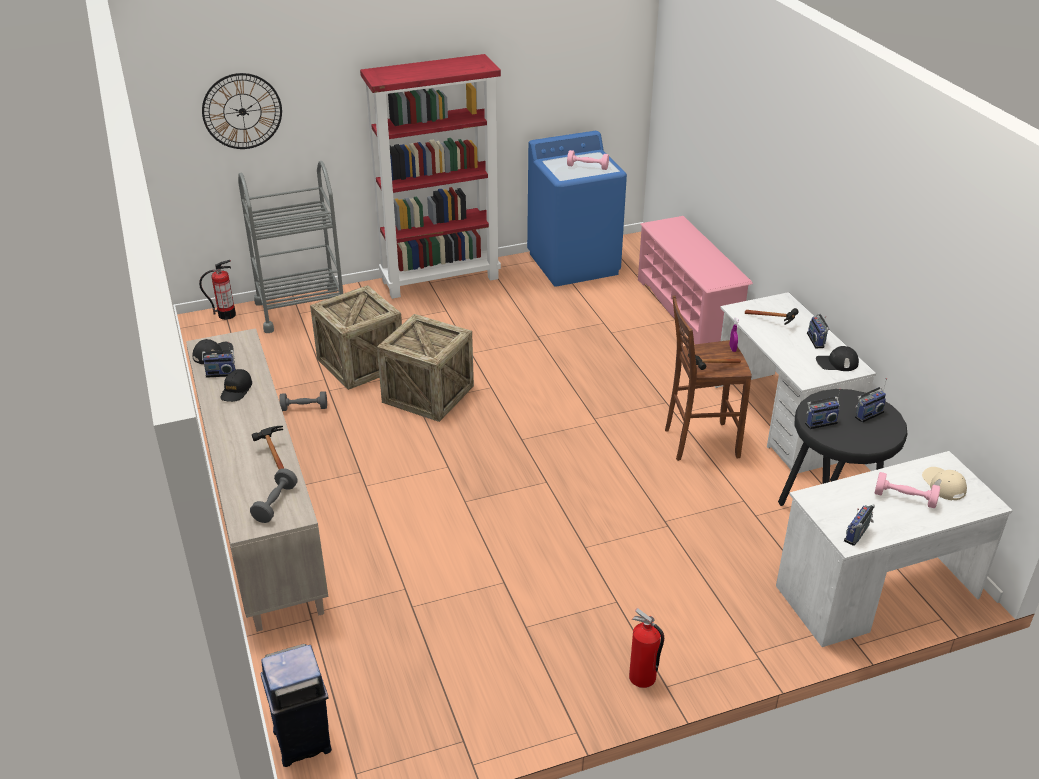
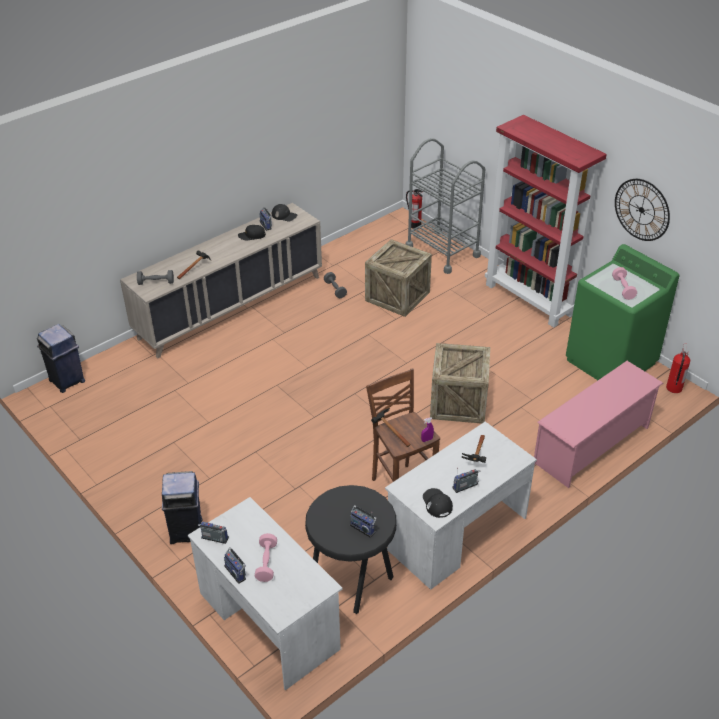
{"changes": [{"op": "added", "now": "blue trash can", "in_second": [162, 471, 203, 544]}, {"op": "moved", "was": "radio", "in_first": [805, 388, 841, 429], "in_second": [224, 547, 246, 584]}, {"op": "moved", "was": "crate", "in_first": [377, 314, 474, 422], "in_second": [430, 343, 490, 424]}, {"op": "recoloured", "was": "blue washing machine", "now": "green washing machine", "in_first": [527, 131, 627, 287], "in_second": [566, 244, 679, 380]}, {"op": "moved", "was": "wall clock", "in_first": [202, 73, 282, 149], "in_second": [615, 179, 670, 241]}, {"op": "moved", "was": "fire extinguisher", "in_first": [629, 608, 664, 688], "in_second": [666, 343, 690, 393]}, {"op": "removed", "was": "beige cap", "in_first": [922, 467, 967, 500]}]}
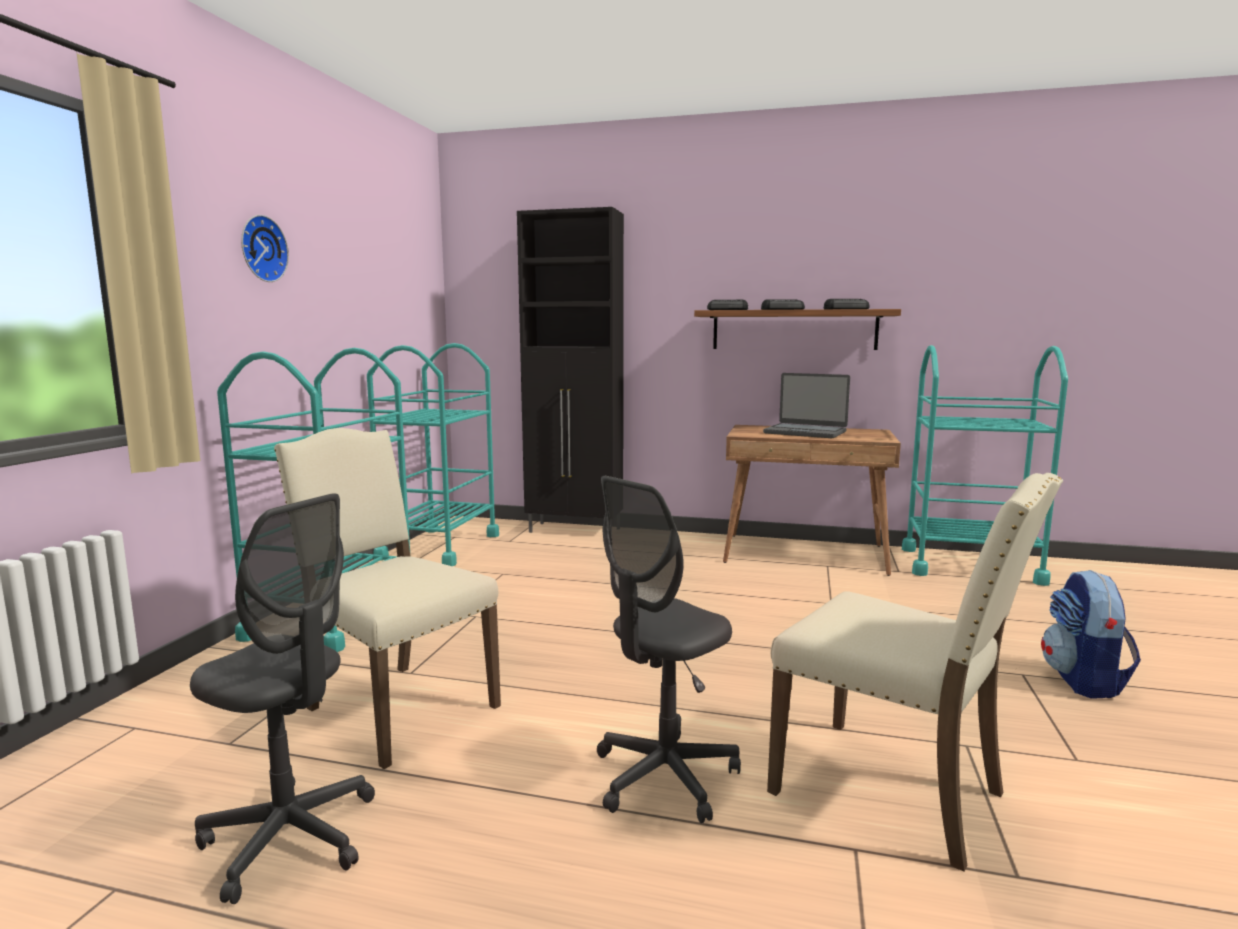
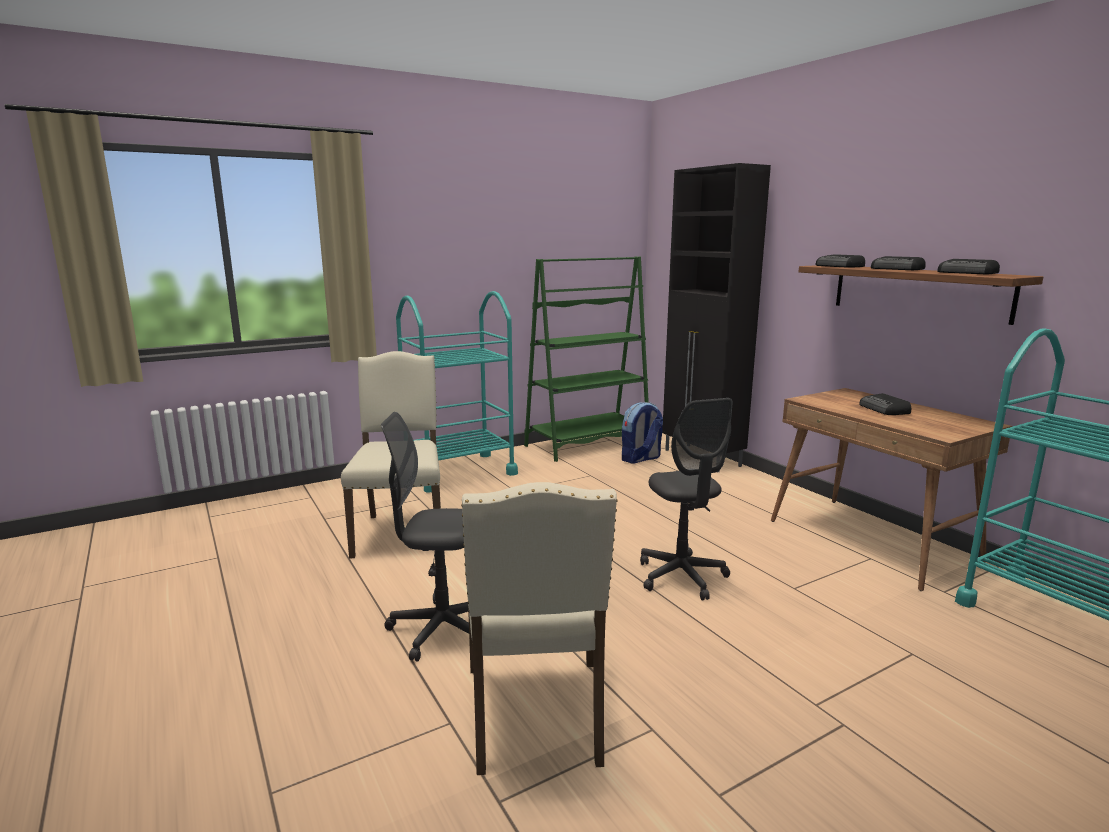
{"changes": [{"op": "replaced", "was": "turquoise cart", "now": "green bookcase", "in_first": [367, 343, 499, 566], "in_second": [524, 257, 649, 462]}, {"op": "moved", "was": "backpack", "in_first": [1041, 570, 1141, 698], "in_second": [622, 402, 663, 464]}, {"op": "moved", "was": "grey office chair", "in_first": [190, 493, 375, 904], "in_second": [640, 398, 733, 601]}, {"op": "replaced", "was": "laptop", "now": "radio", "in_first": [763, 373, 850, 438], "in_second": [859, 393, 911, 415]}, {"op": "removed", "was": "wall clock", "in_first": [241, 215, 289, 282]}]}
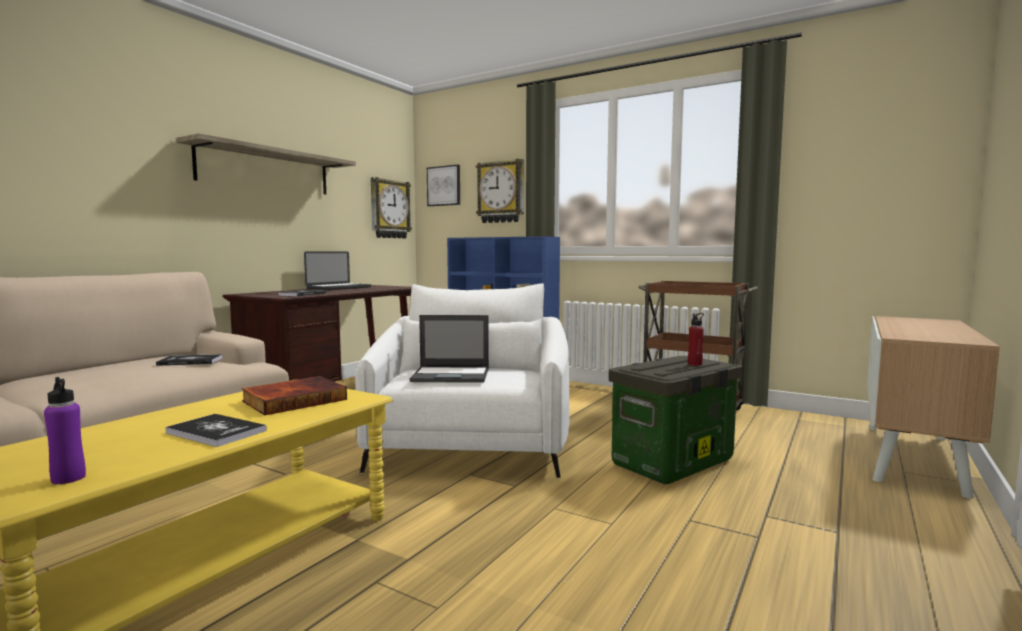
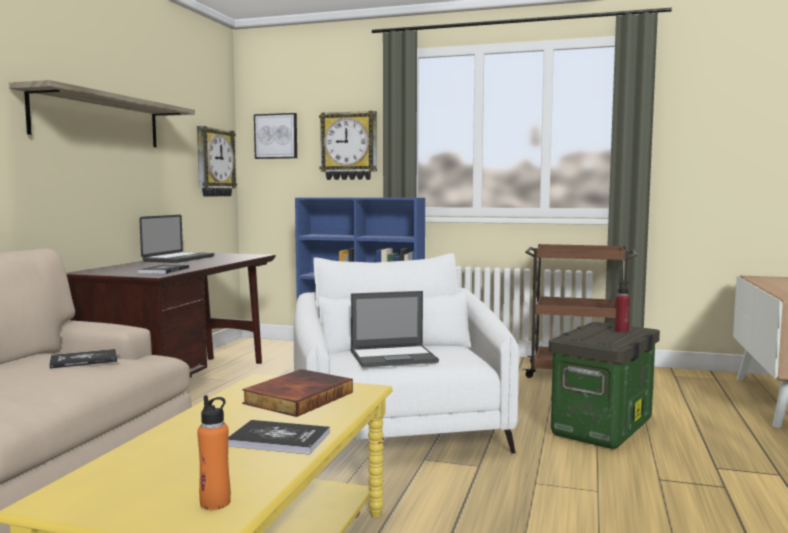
{"changes": [{"op": "recoloured", "was": "purple bottle", "now": "orange bottle", "in_first": [44, 377, 86, 484], "in_second": [197, 395, 231, 510]}]}
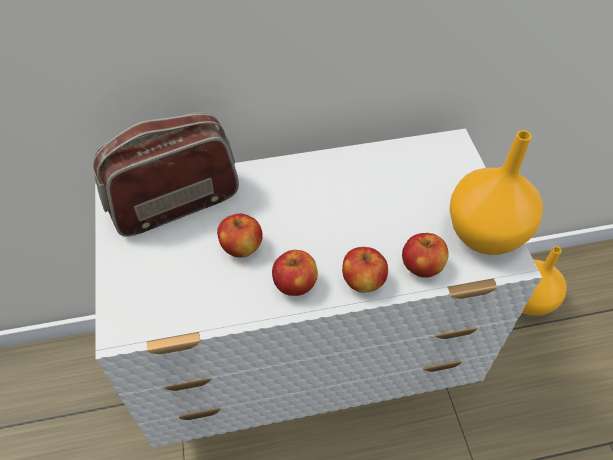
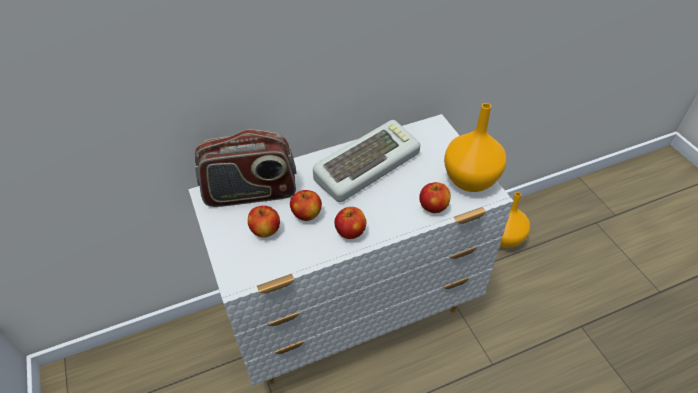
{"changes": [{"op": "turned", "was": "radio", "in_first": [93, 112, 239, 237], "in_second": [195, 129, 297, 207], "clockwise": -150}, {"op": "moved", "was": "apple", "in_first": [342, 247, 388, 293], "in_second": [248, 206, 280, 238]}, {"op": "added", "now": "keyboard", "in_second": [313, 120, 420, 202]}]}
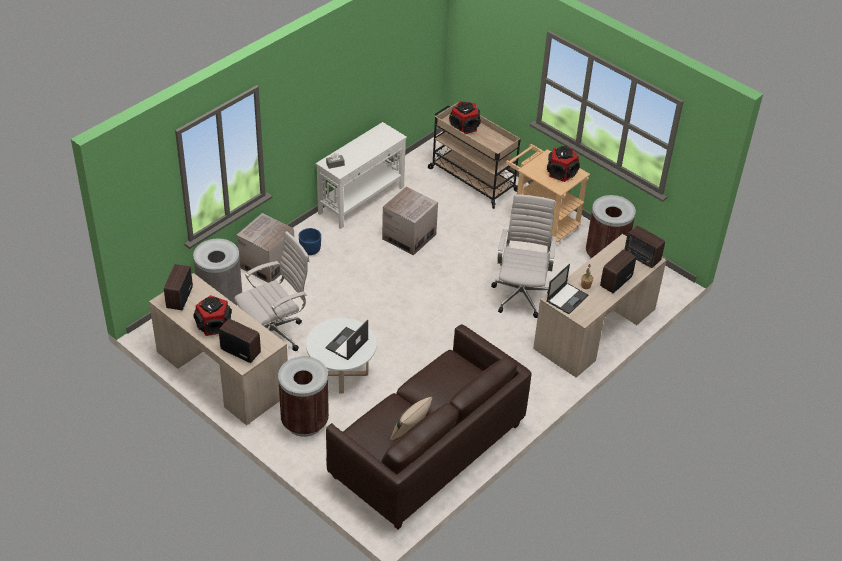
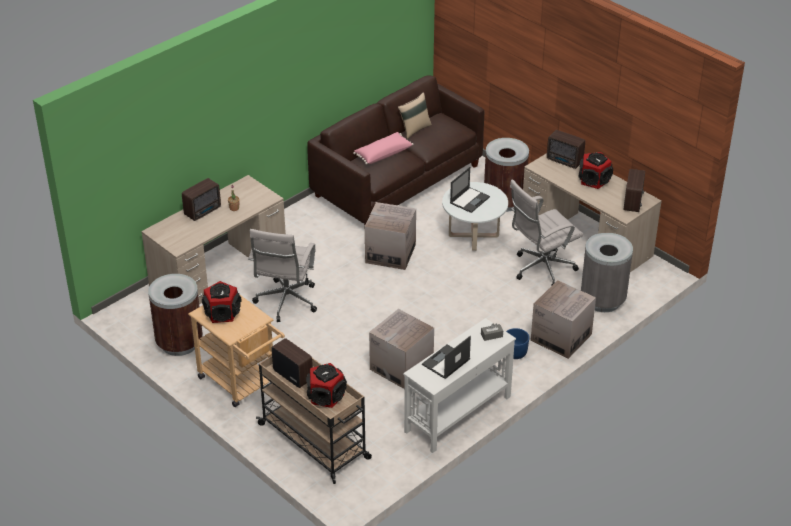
{"changes": [{"op": "moved", "was": "radio", "in_first": [624, 226, 665, 268], "in_second": [272, 338, 313, 388]}, {"op": "added", "now": "pink pillow", "in_second": [353, 132, 414, 165]}, {"op": "added", "now": "cardboard box", "in_second": [365, 202, 416, 270]}, {"op": "moved", "was": "laptop", "in_first": [546, 264, 588, 314], "in_second": [422, 336, 471, 379]}]}
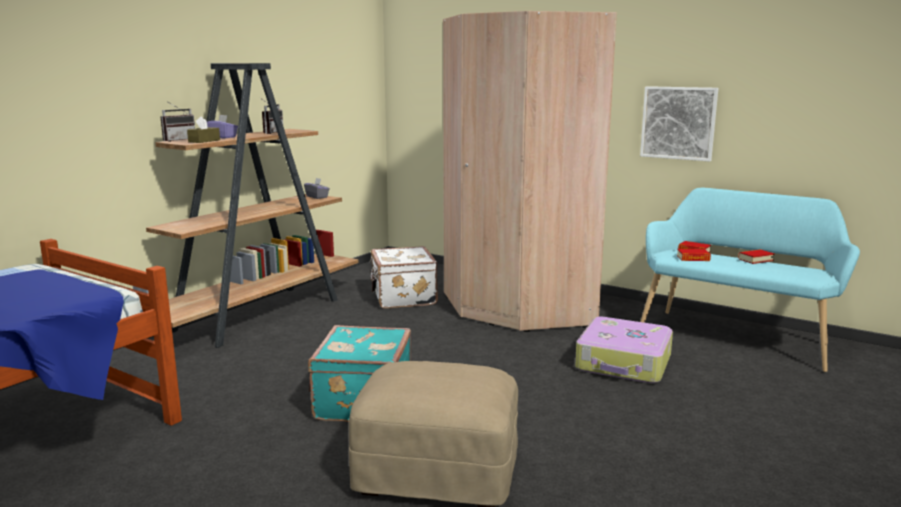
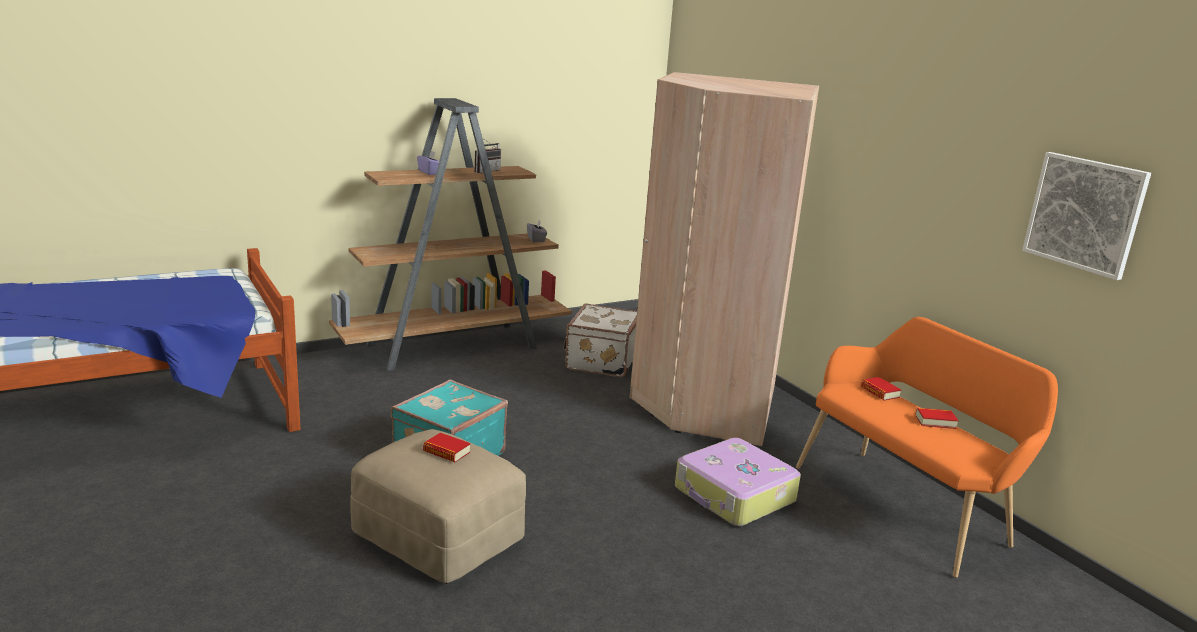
{"changes": [{"op": "moved", "was": "book", "in_first": [677, 249, 711, 261], "in_second": [423, 433, 471, 462]}, {"op": "recoloured", "was": "turquoise bench", "now": "orange bench", "in_first": [641, 188, 860, 372], "in_second": [796, 317, 1058, 578]}, {"op": "moved", "was": "picture", "in_first": [640, 86, 718, 162], "in_second": [1022, 152, 1151, 280]}, {"op": "removed", "was": "radio", "in_first": [160, 101, 195, 142]}, {"op": "removed", "was": "brown tissue box", "in_first": [187, 116, 220, 143]}]}
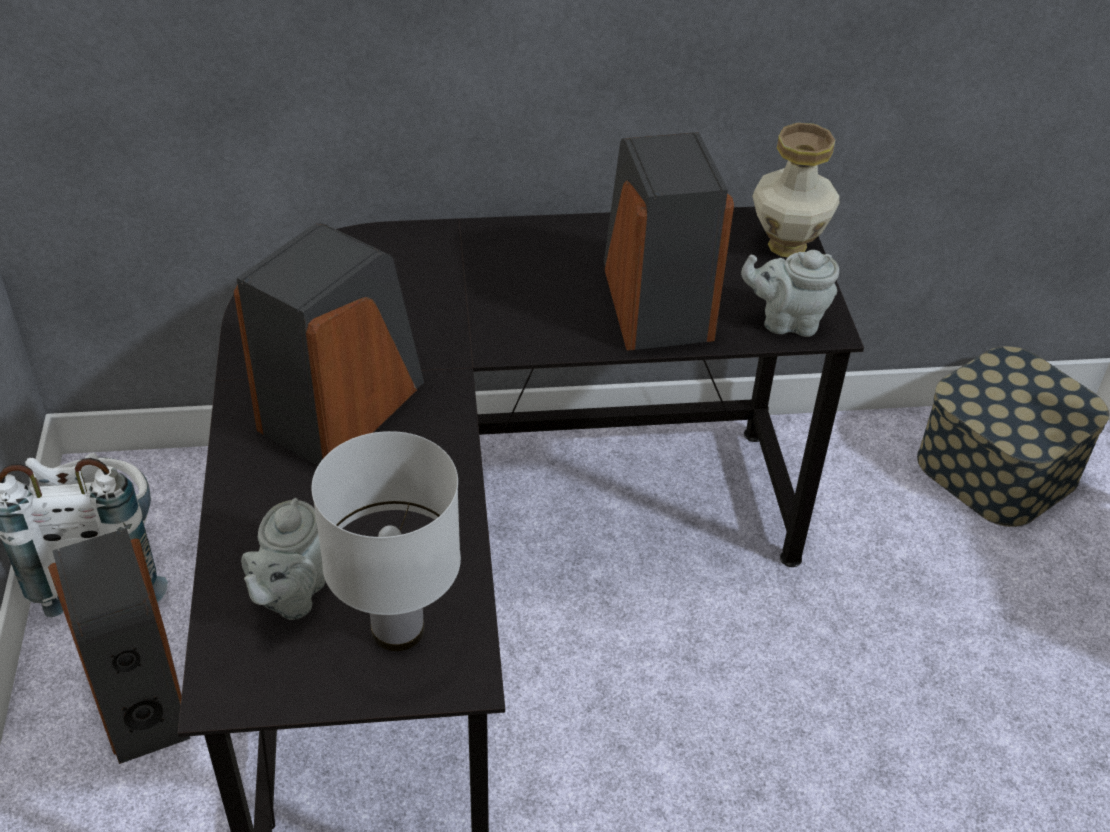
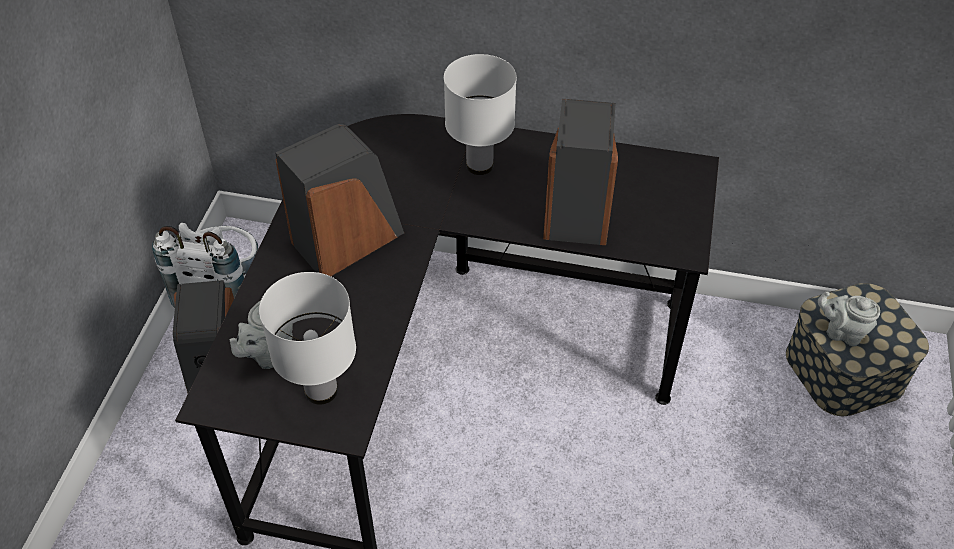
{"changes": [{"op": "added", "now": "white table lamp", "in_second": [444, 54, 517, 175]}, {"op": "moved", "was": "grey teapot", "in_first": [741, 250, 839, 337], "in_second": [818, 291, 880, 346]}, {"op": "removed", "was": "vase", "in_first": [752, 123, 839, 257]}]}
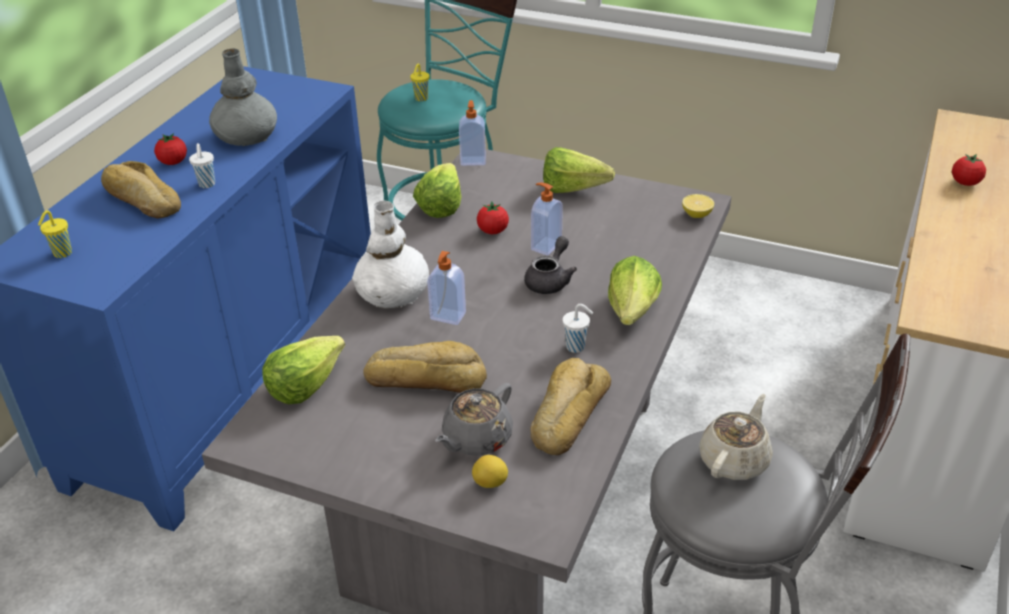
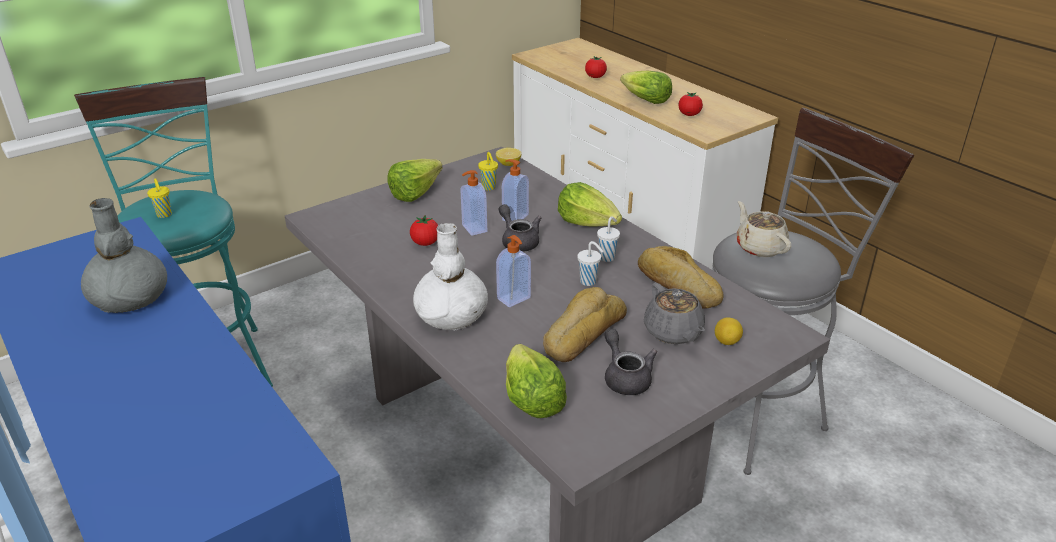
{"changes": [{"op": "moved", "was": "yellow cup", "in_first": [38, 210, 72, 258], "in_second": [478, 152, 498, 190]}, {"op": "moved", "was": "soap dispenser", "in_first": [459, 100, 486, 166], "in_second": [502, 159, 529, 221]}, {"op": "moved", "was": "white cup", "in_first": [189, 143, 215, 188], "in_second": [577, 241, 603, 286]}, {"op": "added", "now": "grey teapot", "in_second": [605, 329, 657, 395]}, {"op": "moved", "was": "lettuce", "in_first": [413, 163, 462, 218], "in_second": [620, 71, 672, 104]}, {"op": "moved", "was": "tomato", "in_first": [154, 133, 187, 165], "in_second": [679, 92, 703, 116]}, {"op": "removed", "was": "bread", "in_first": [101, 161, 181, 218]}]}
